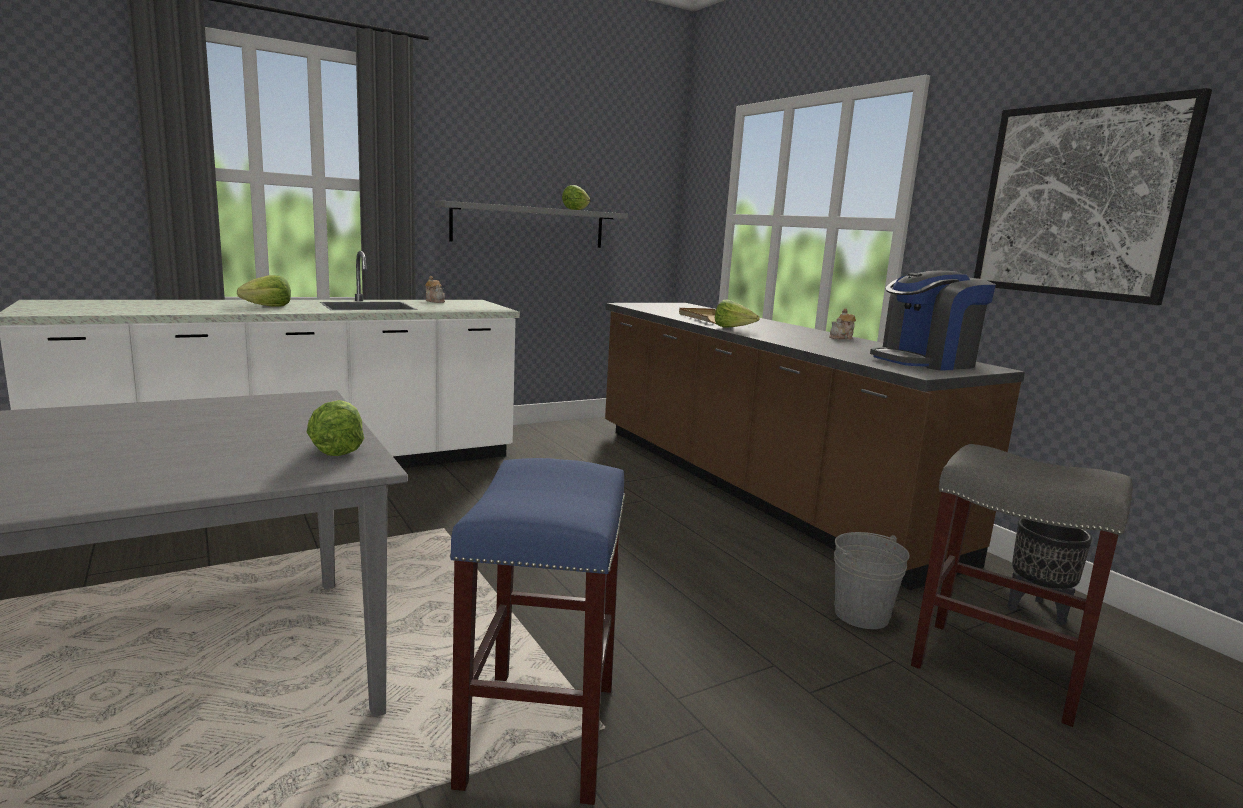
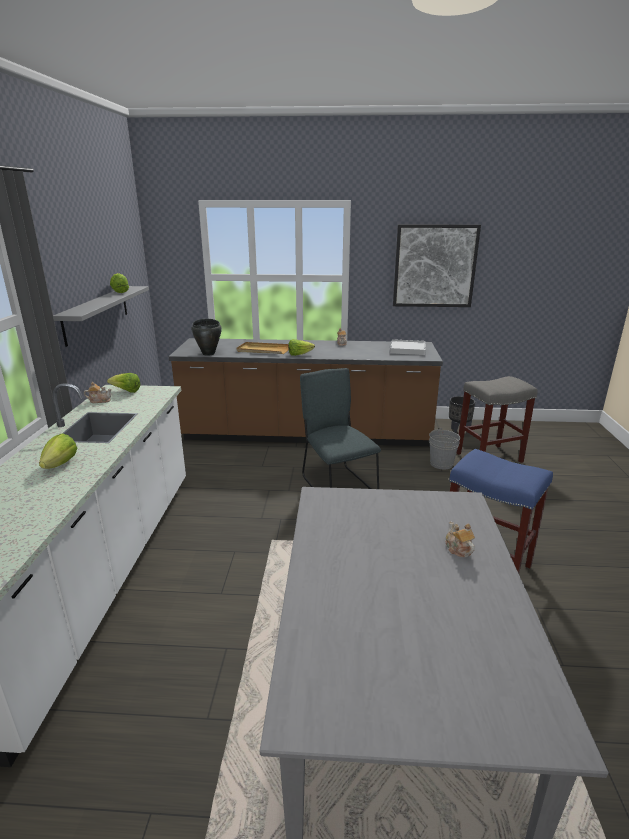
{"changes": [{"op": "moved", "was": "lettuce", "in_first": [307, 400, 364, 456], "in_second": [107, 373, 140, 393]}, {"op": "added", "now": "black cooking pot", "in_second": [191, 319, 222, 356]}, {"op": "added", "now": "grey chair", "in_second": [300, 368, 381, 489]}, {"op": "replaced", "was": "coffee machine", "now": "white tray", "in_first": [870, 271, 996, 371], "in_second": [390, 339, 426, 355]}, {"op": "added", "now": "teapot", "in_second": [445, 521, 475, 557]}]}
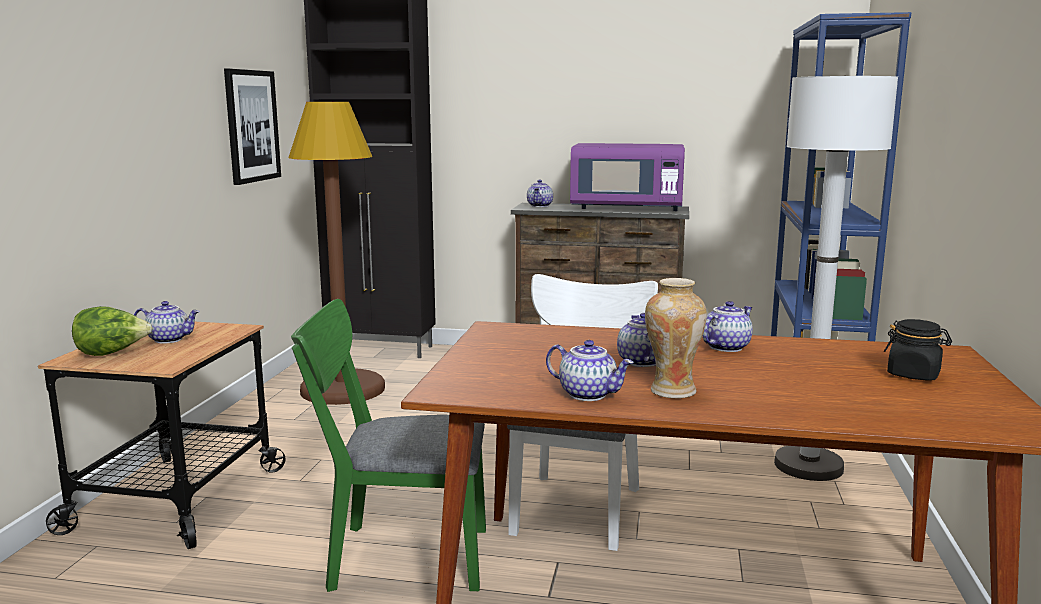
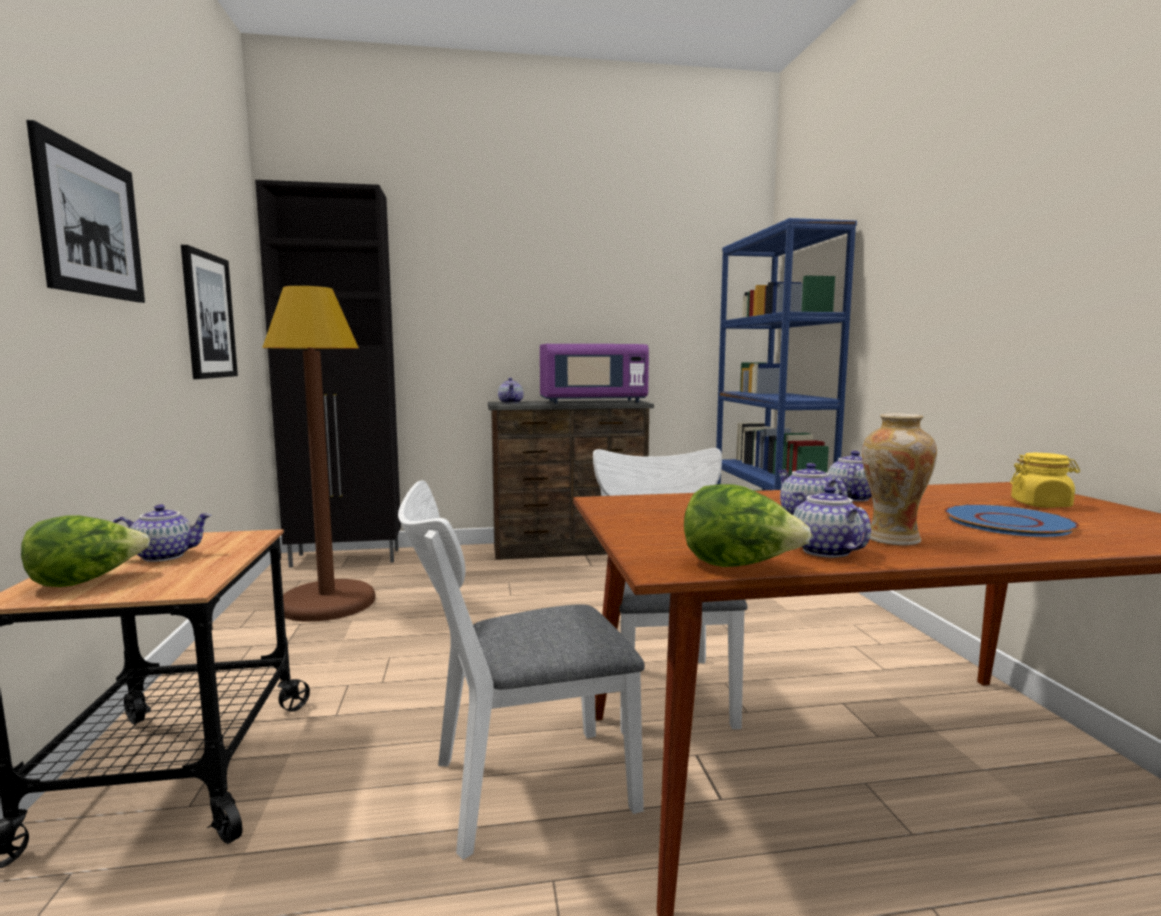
{"changes": [{"op": "added", "now": "picture", "in_second": [26, 120, 145, 303]}, {"op": "recoloured", "was": "green chair", "now": "white chair", "in_first": [291, 299, 486, 592], "in_second": [398, 480, 645, 860]}, {"op": "added", "now": "lettuce", "in_second": [684, 484, 812, 567]}, {"op": "turned", "was": "teapot", "in_first": [546, 340, 634, 401], "in_second": [793, 486, 871, 558], "clockwise": -120}, {"op": "added", "now": "blue plate", "in_second": [944, 504, 1080, 537]}, {"op": "recoloured", "was": "black jar", "now": "yellow jar", "in_first": [884, 319, 952, 381], "in_second": [1010, 453, 1080, 508]}, {"op": "removed", "was": "white floor lamp", "in_first": [774, 76, 898, 481]}]}
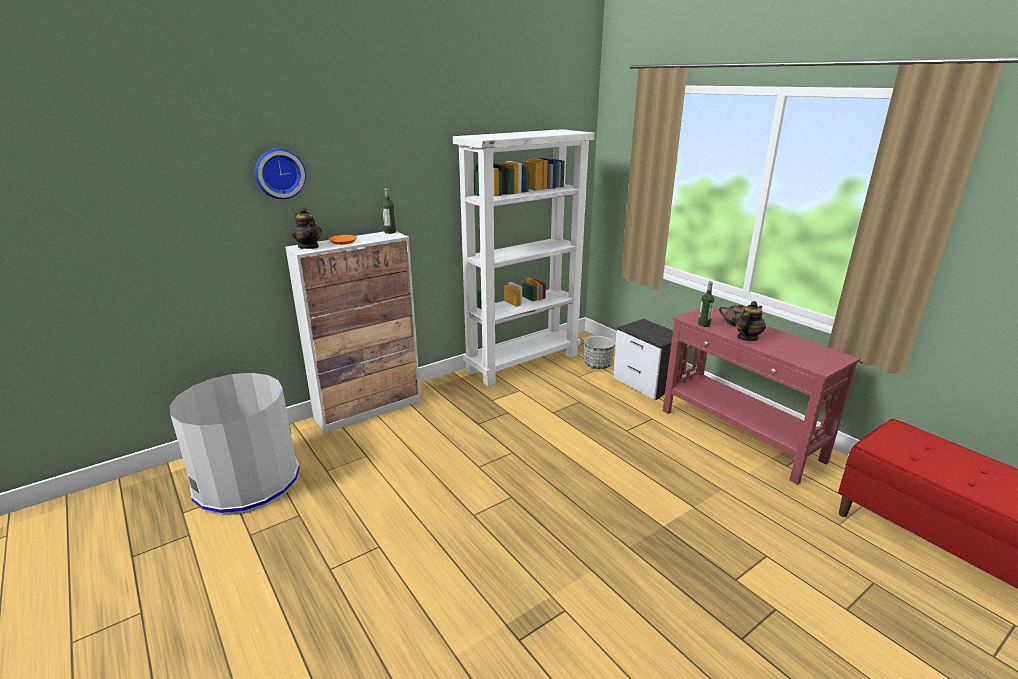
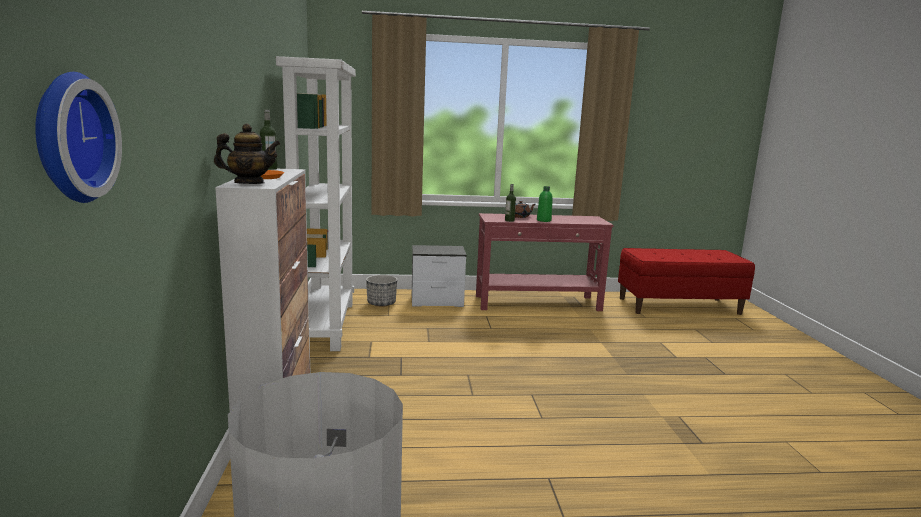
{"changes": [{"op": "moved", "was": "wall clock", "in_first": [255, 148, 306, 199], "in_second": [35, 72, 122, 203]}, {"op": "replaced", "was": "teapot", "now": "green bottle", "in_first": [735, 301, 766, 341], "in_second": [537, 186, 553, 222]}]}
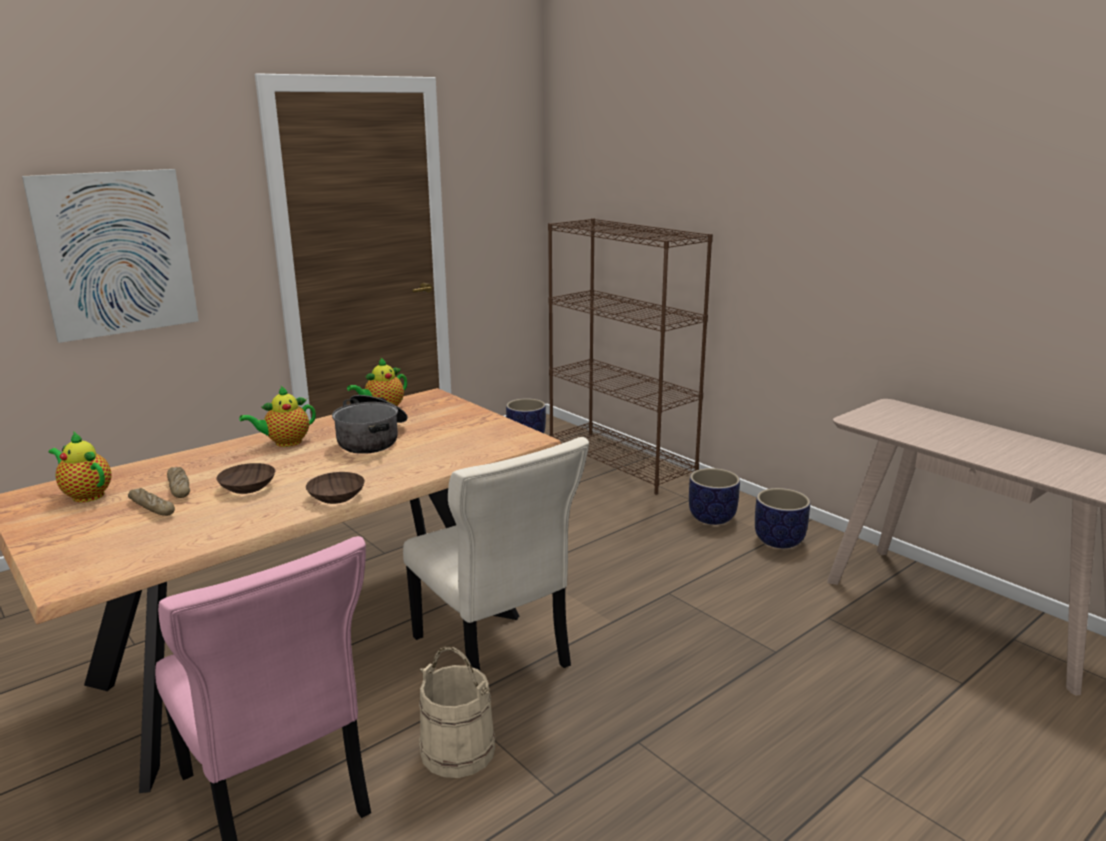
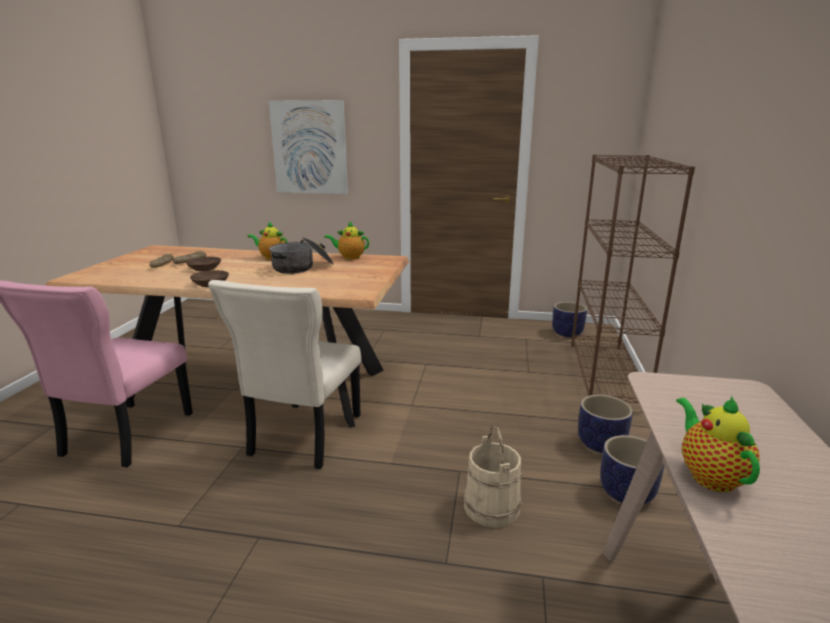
{"changes": [{"op": "moved", "was": "beige bucket", "in_first": [419, 646, 495, 778], "in_second": [464, 425, 522, 528]}, {"op": "moved", "was": "teapot", "in_first": [48, 432, 112, 502], "in_second": [676, 396, 760, 492]}]}
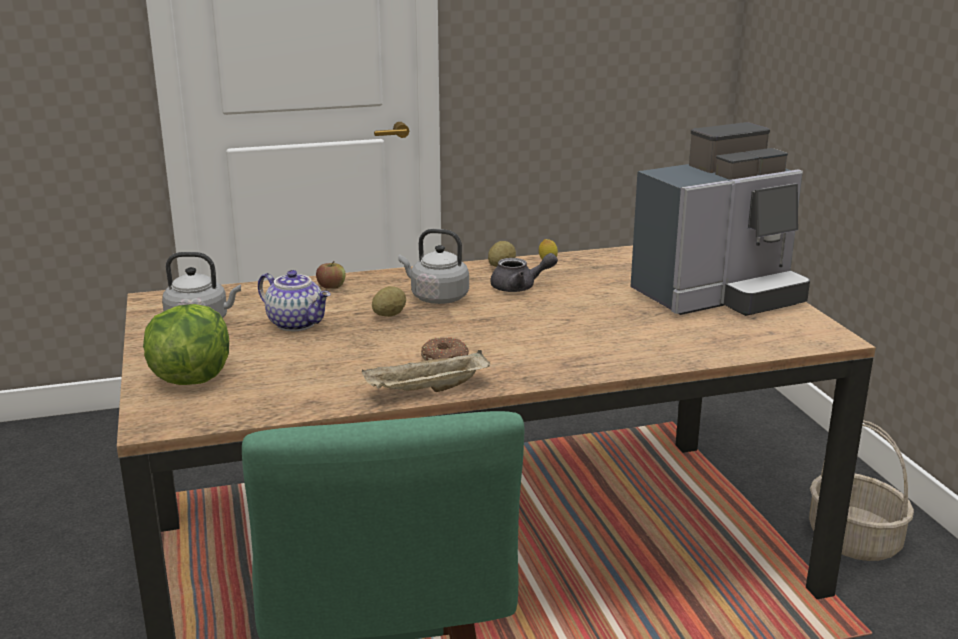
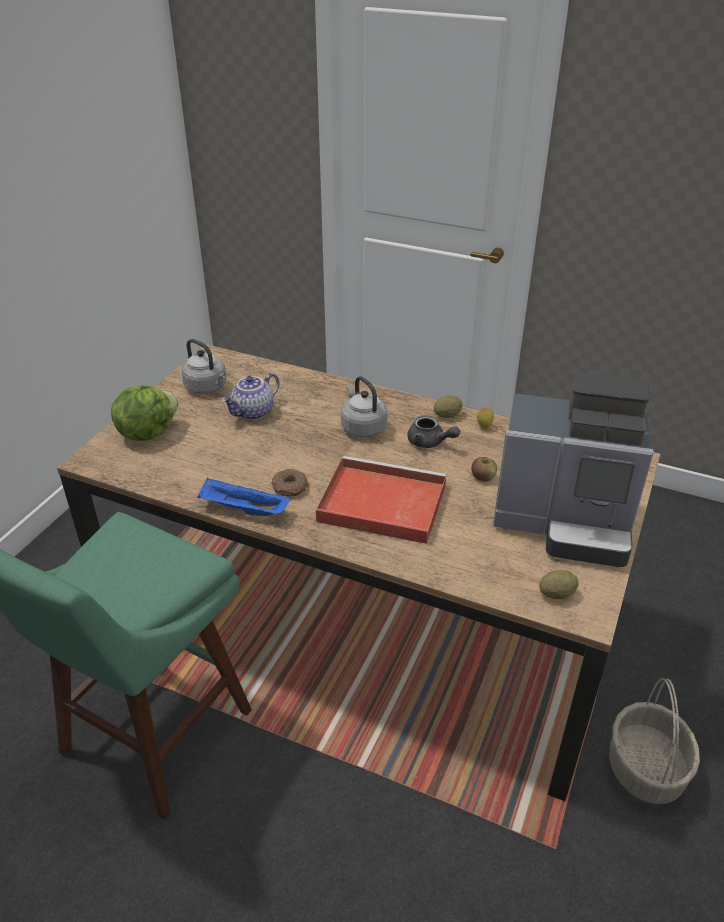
{"changes": [{"op": "recoloured", "was": "beige tray", "now": "blue tray", "in_first": [362, 350, 490, 392], "in_second": [197, 478, 291, 516]}, {"op": "turned", "was": "teapot", "in_first": [258, 270, 331, 331], "in_second": [222, 373, 280, 420], "clockwise": 60}, {"op": "added", "now": "red tray", "in_second": [316, 456, 447, 544]}, {"op": "moved", "was": "apple", "in_first": [316, 261, 346, 289], "in_second": [471, 457, 497, 482]}, {"op": "moved", "was": "potato", "in_first": [372, 286, 406, 317], "in_second": [539, 570, 578, 599]}]}
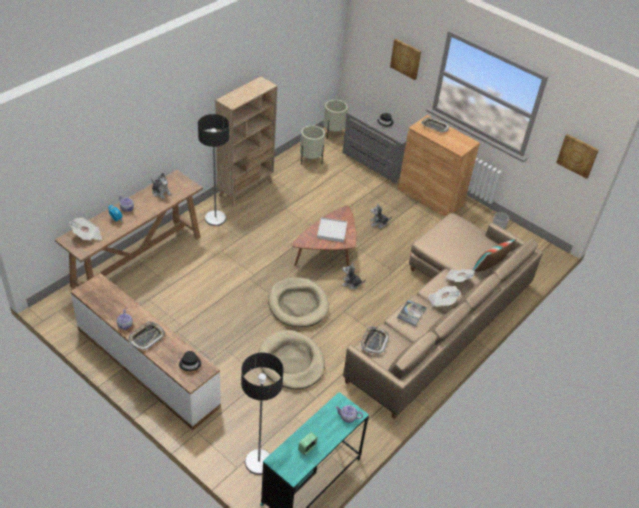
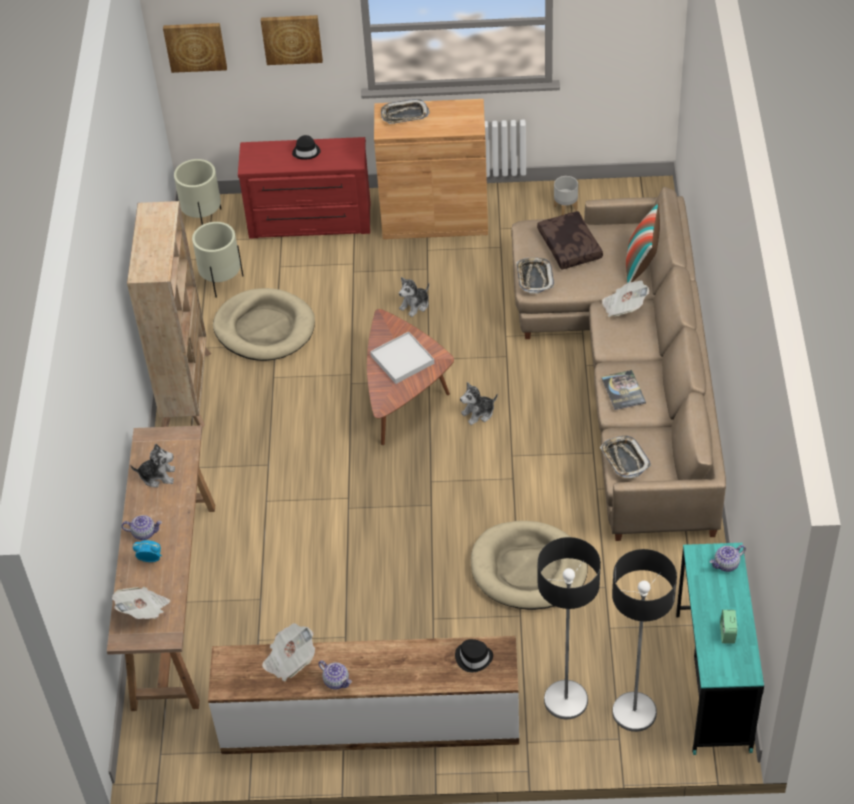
{"changes": [{"op": "moved", "was": "picture", "in_first": [556, 134, 599, 179], "in_second": [163, 23, 227, 73]}, {"op": "moved", "was": "beige dog bed", "in_first": [268, 277, 329, 327], "in_second": [213, 288, 315, 361]}, {"op": "recoloured", "was": "grey dresser", "now": "red dresser", "in_first": [342, 103, 410, 183], "in_second": [238, 137, 371, 239]}, {"op": "moved", "was": "newspaper", "in_first": [428, 286, 461, 307], "in_second": [262, 623, 315, 682]}, {"op": "moved", "was": "tray", "in_first": [128, 321, 165, 351], "in_second": [516, 258, 554, 294]}, {"op": "added", "now": "brown pillow", "in_second": [537, 211, 603, 270]}, {"op": "moved", "was": "floor lamp", "in_first": [198, 114, 229, 226], "in_second": [538, 537, 601, 719]}]}
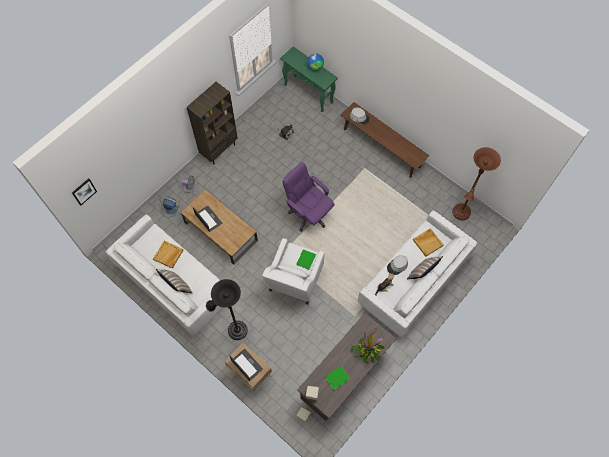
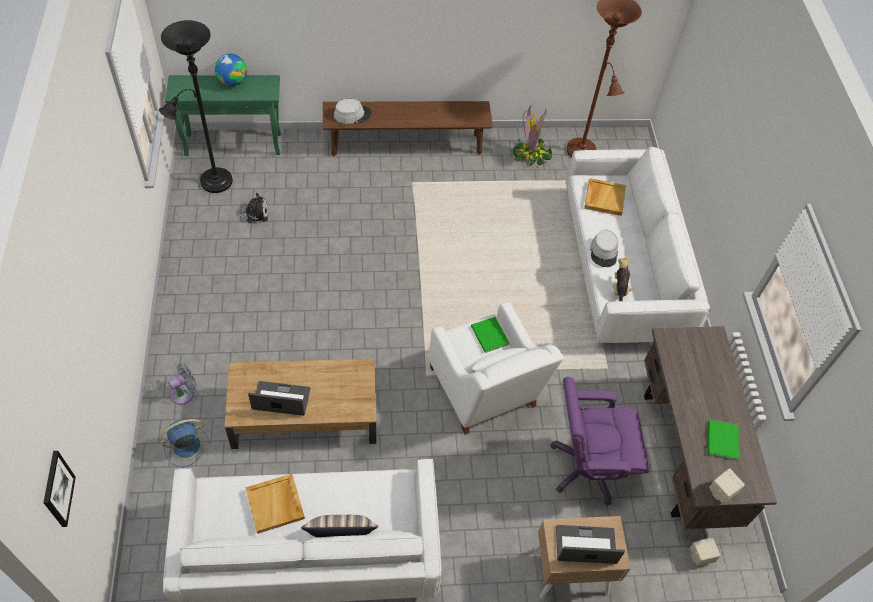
{"changes": [{"op": "moved", "was": "black floor lamp", "in_first": [206, 279, 248, 340], "in_second": [159, 20, 233, 193]}, {"op": "moved", "was": "potted plant", "in_first": [351, 328, 384, 364], "in_second": [513, 105, 552, 168]}, {"op": "moved", "was": "purple office chair", "in_first": [282, 162, 335, 232], "in_second": [550, 377, 649, 506]}, {"op": "removed", "was": "brown bookcase", "in_first": [187, 82, 238, 164]}, {"op": "removed", "was": "pillow", "in_first": [407, 256, 443, 280]}]}
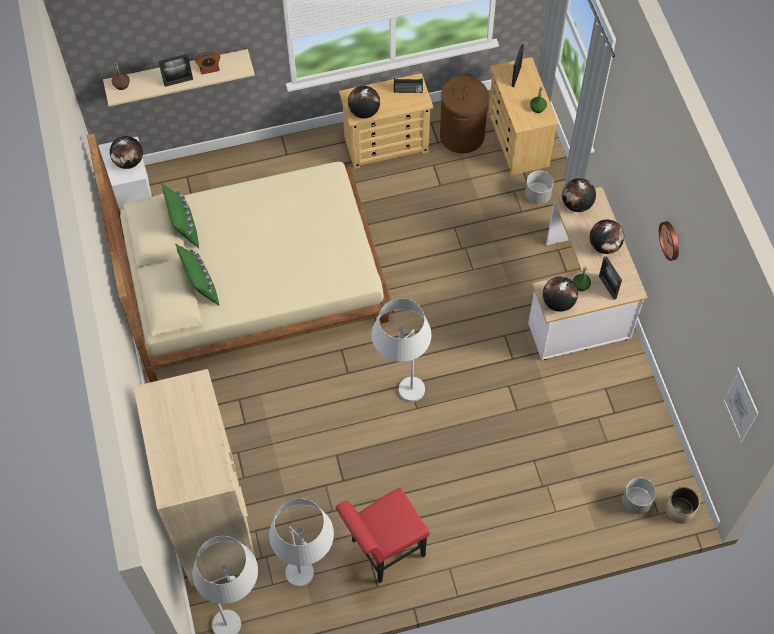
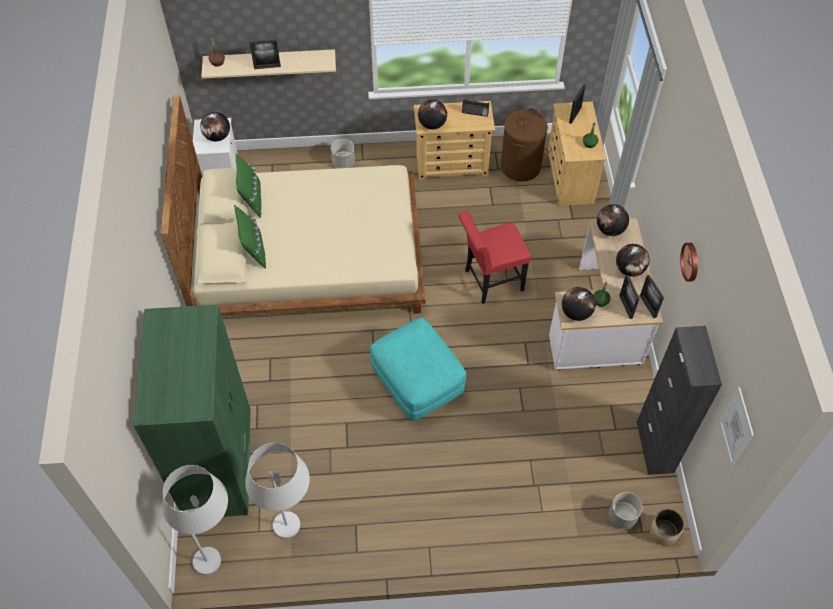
{"changes": [{"op": "recoloured", "was": "beige wardrobe", "now": "green wardrobe", "in_first": [133, 369, 255, 586], "in_second": [133, 305, 250, 517]}, {"op": "moved", "was": "grey planter", "in_first": [525, 170, 553, 204], "in_second": [331, 139, 355, 168]}, {"op": "replaced", "was": "white floor lamp", "now": "turquoise ottoman", "in_first": [372, 298, 431, 402], "in_second": [370, 318, 466, 421]}, {"op": "moved", "was": "red chair", "in_first": [335, 488, 430, 583], "in_second": [458, 211, 532, 304]}, {"op": "added", "now": "black cabinet", "in_second": [637, 326, 722, 475]}, {"op": "added", "now": "picture frame", "in_second": [640, 275, 664, 318]}, {"op": "removed", "was": "alarm clock", "in_first": [195, 51, 220, 75]}]}
